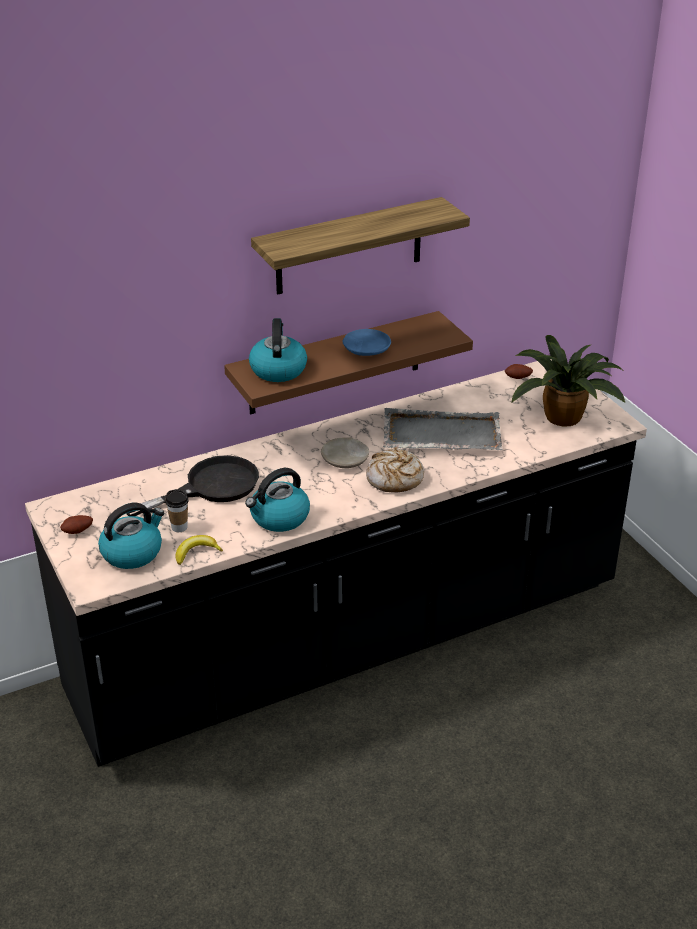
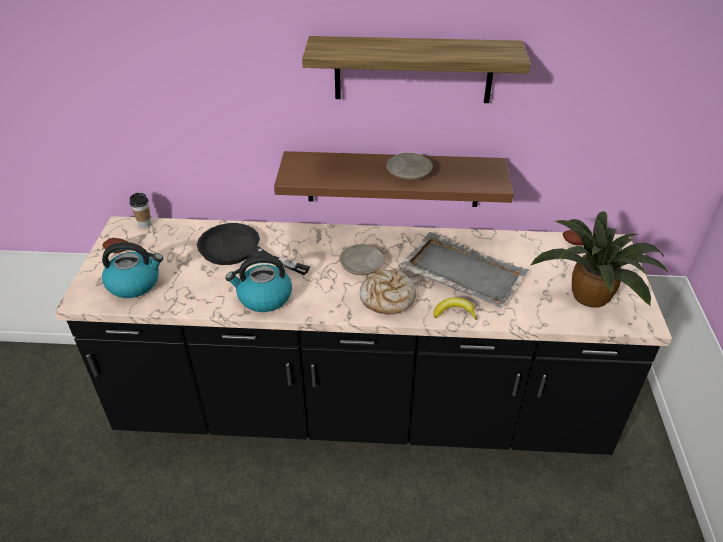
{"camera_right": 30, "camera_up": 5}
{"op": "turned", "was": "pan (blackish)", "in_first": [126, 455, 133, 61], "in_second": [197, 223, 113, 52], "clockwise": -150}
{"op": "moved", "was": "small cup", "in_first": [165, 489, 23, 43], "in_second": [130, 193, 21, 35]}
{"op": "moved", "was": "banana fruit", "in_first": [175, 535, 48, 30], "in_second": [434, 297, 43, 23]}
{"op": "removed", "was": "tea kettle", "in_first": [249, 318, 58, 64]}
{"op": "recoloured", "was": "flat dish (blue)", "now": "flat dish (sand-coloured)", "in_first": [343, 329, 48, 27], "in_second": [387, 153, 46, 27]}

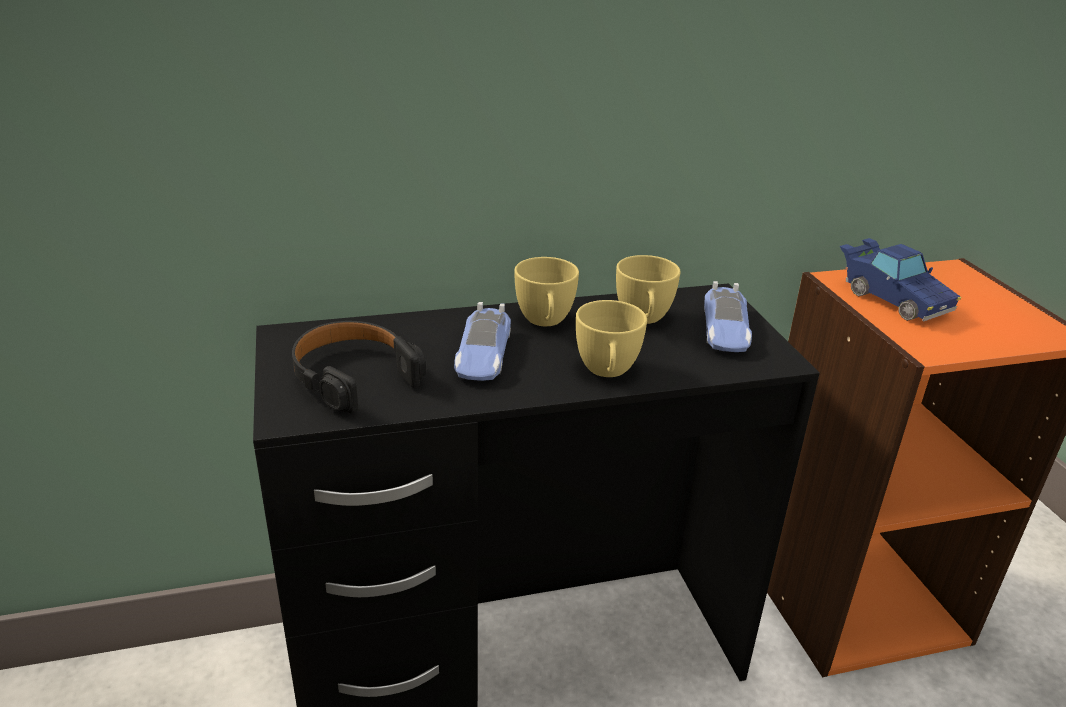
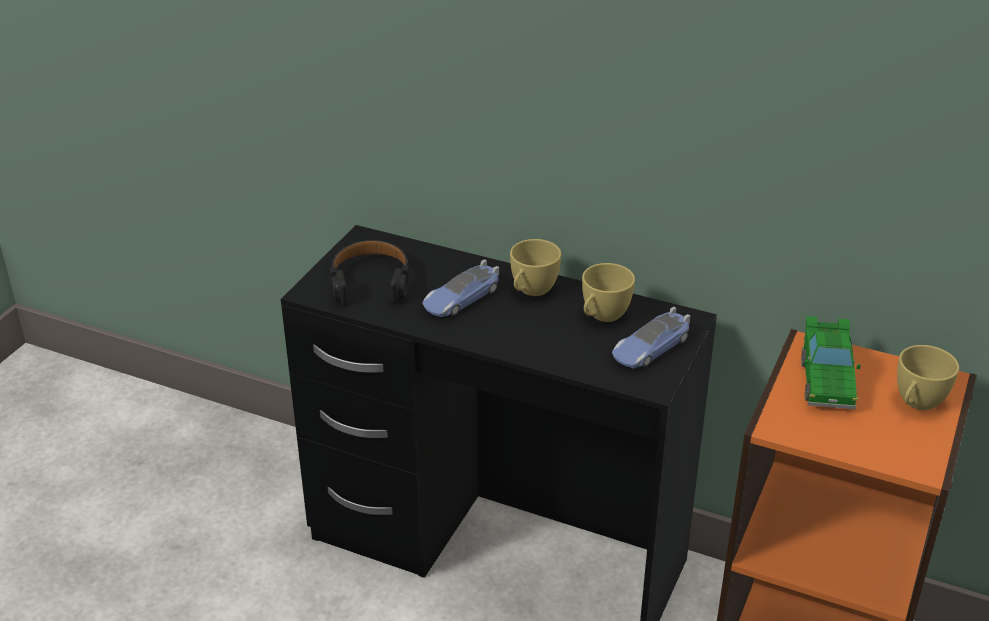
{"camera_right": 40, "camera_up": 5}
{"op": "moved", "was": "small cup (yellowish)", "in_first": [576, 300, 71, 77], "in_second": [897, 345, 62, 65]}
{"op": "recoloured", "was": "toy car (blue)", "now": "toy car (green-coloured)", "in_first": [840, 238, 122, 84], "in_second": [801, 316, 60, 93]}

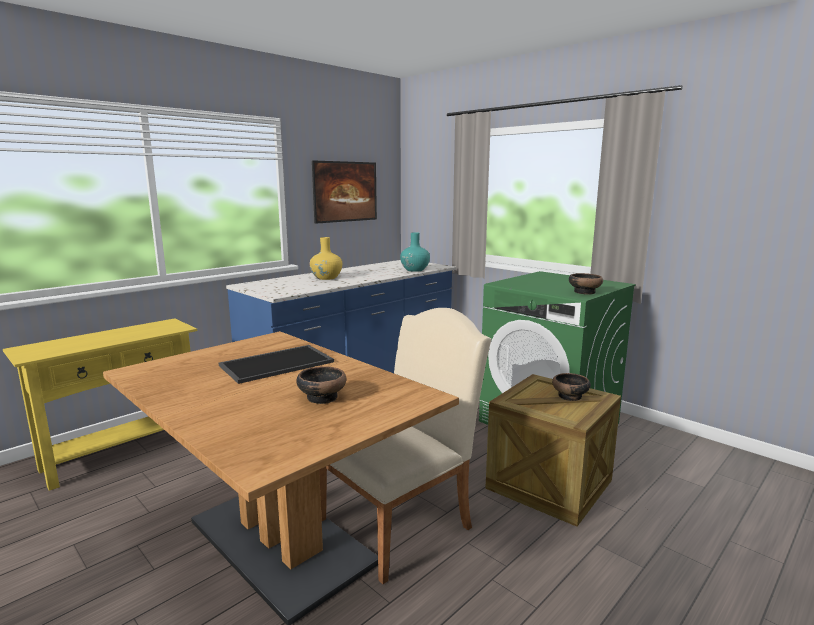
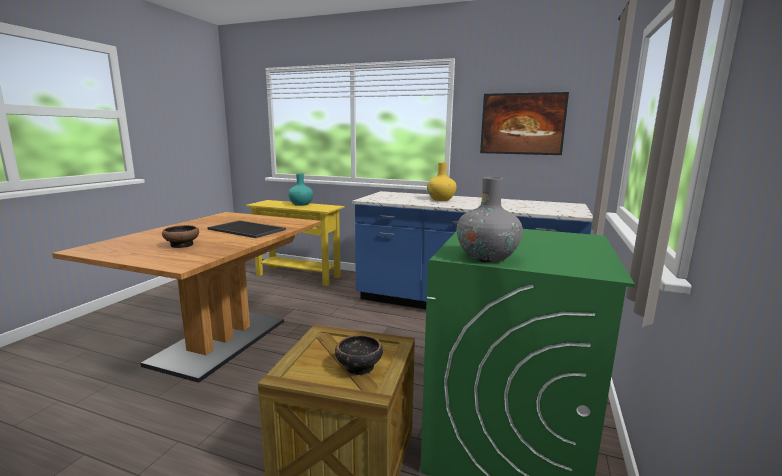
{"camera_right": 65, "camera_up": 0}
{"op": "removed", "was": "upright chair (sand-coloured)", "in_first": [319, 308, 172, 276]}
{"op": "moved", "was": "flower vase (turquoise-coloured)", "in_first": [400, 232, 30, 40], "in_second": [288, 174, 25, 32]}
{"op": "replaced", "was": "bowl", "now": "flower vase (greyish)", "in_first": [569, 273, 34, 22], "in_second": [457, 177, 66, 85]}

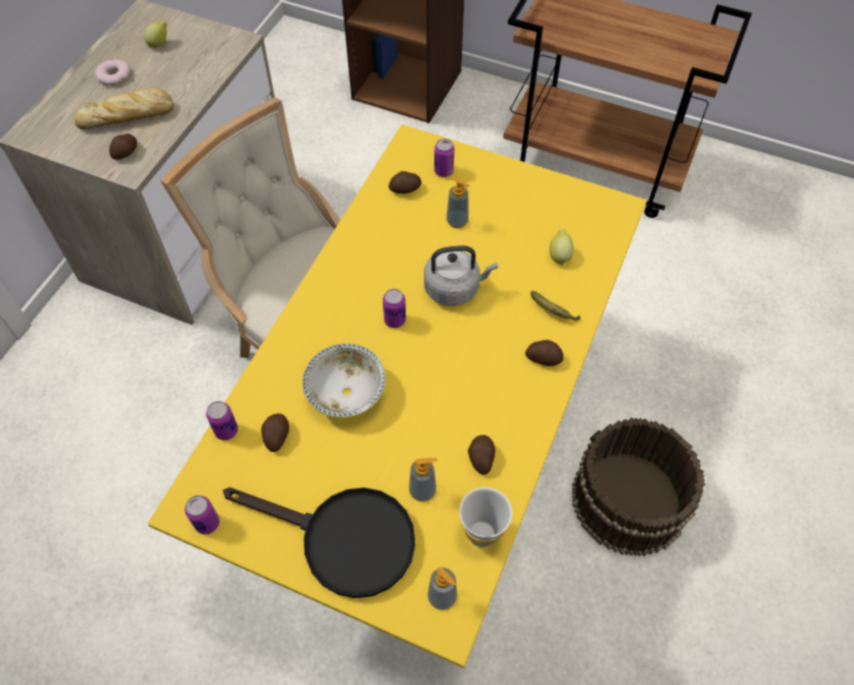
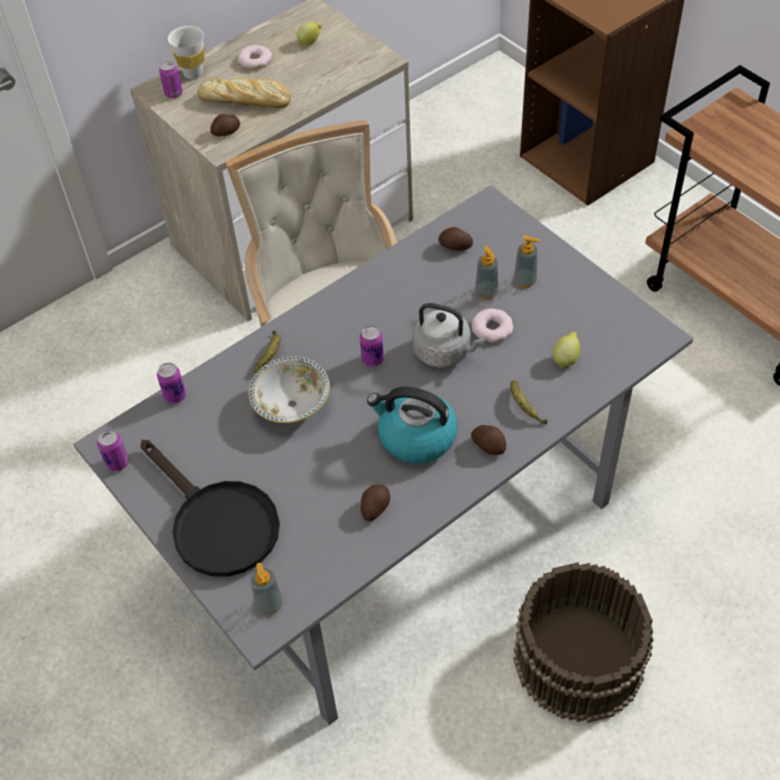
{"camera_right": 30, "camera_up": -5}
{"op": "recoloured", "was": "dinner table (yellowish)", "now": "dinner table (greyish)", "in_first": [148, 124, 499, 544], "in_second": [73, 185, 620, 540]}
{"op": "removed", "was": "spud", "in_first": [261, 414, 28, 38]}
{"op": "moved", "was": "soap dispenser", "in_first": [409, 458, 28, 44], "in_second": [514, 235, 27, 53]}
{"op": "moved", "was": "sealed can", "in_first": [434, 139, 20, 38], "in_second": [159, 61, 24, 37]}
{"op": "moved", "was": "small cup (white)", "in_first": [459, 487, 53, 60], "in_second": [168, 26, 37, 53]}
{"op": "added", "now": "banana fruit", "in_second": [253, 331, 28, 42]}
{"op": "added", "now": "tea kettle", "in_second": [367, 386, 91, 78]}
{"op": "added", "now": "ring doughnut", "in_second": [472, 309, 41, 34]}

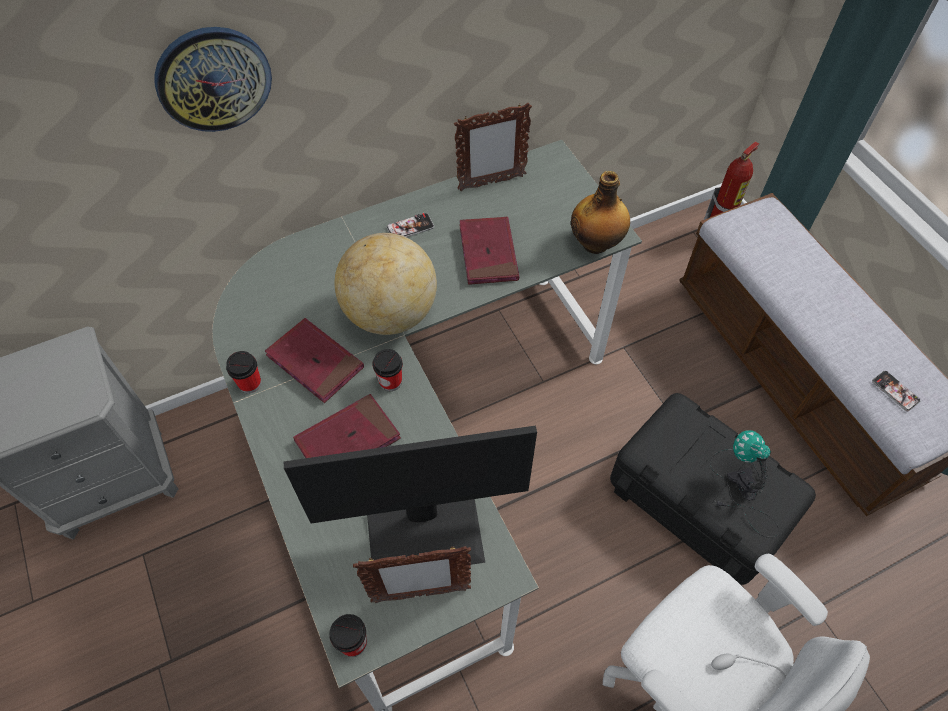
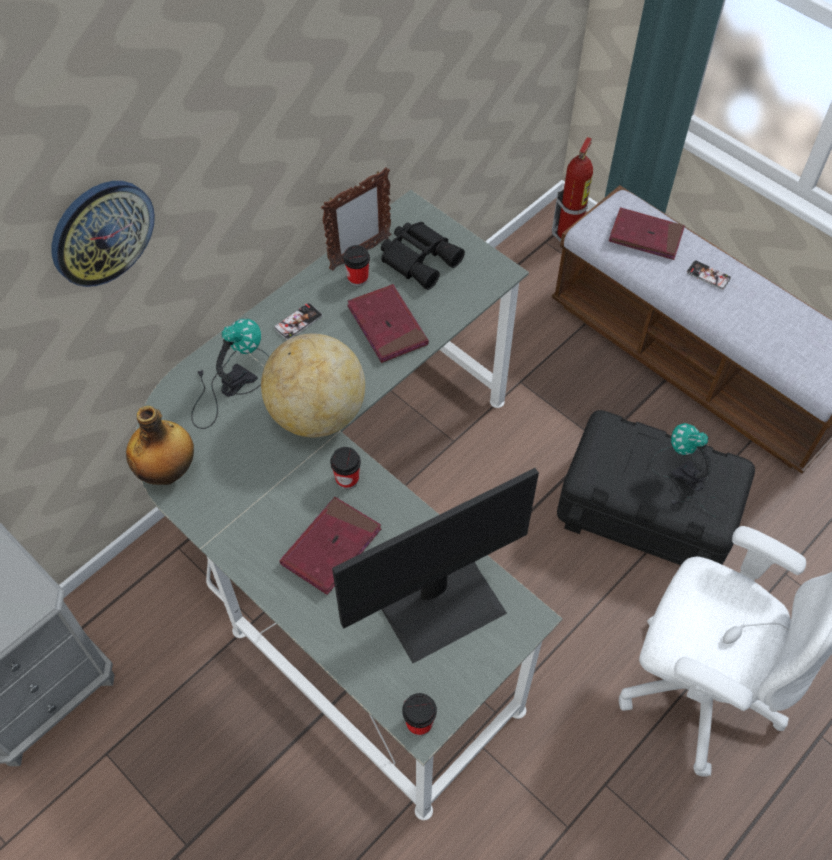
{"camera_right": -20, "camera_up": 0}
{"op": "moved", "was": "small cup", "in_first": [226, 351, 35, 42], "in_second": [343, 245, 27, 41]}
{"op": "moved", "was": "volume (reddish)", "in_first": [265, 318, 99, 85], "in_second": [609, 207, 76, 53]}
{"op": "removed", "was": "picture frame", "in_first": [353, 546, 118, 57]}
{"op": "moved", "was": "drink bottle", "in_first": [571, 171, 59, 83], "in_second": [126, 406, 68, 79]}
{"op": "moved", "was": "handset", "in_first": [872, 371, 48, 40], "in_second": [687, 260, 44, 30]}
{"op": "added", "now": "table lamp", "in_second": [191, 319, 79, 110]}
{"op": "added", "now": "pair of binoculars (blackish)", "in_second": [381, 222, 84, 68]}

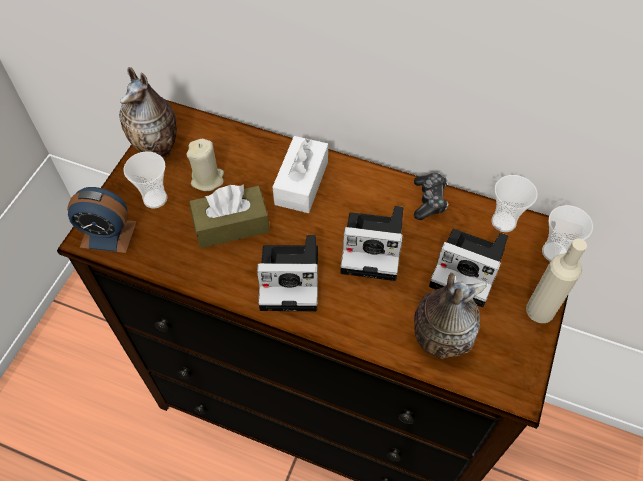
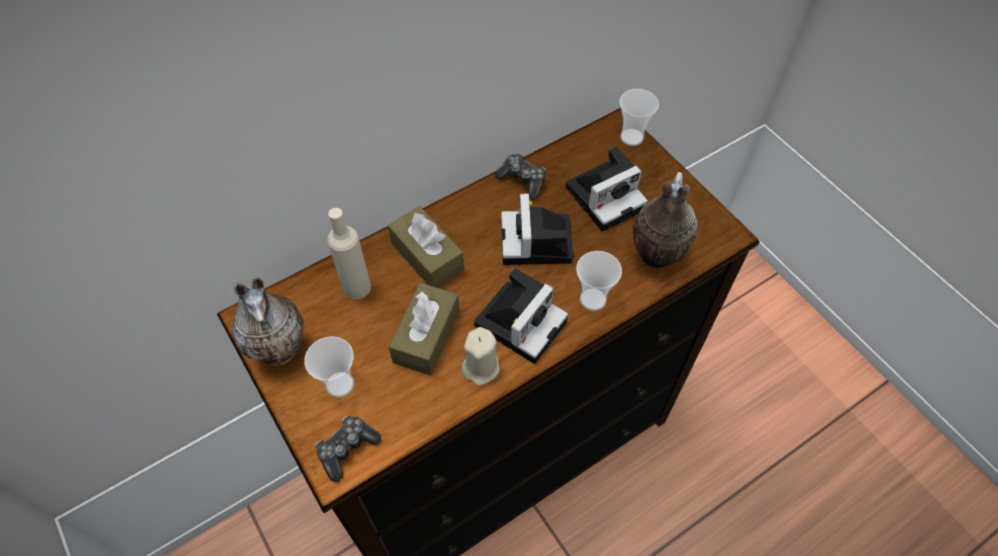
{"camera_right": -55, "camera_up": 0}
{"op": "replaced", "was": "table clock", "now": "game controller", "in_first": [67, 187, 70, 66], "in_second": [315, 416, 66, 66]}
{"op": "moved", "was": "wax candle (sand-coloured)", "in_first": [186, 139, 38, 52], "in_second": [461, 327, 39, 59]}
{"op": "recoloured", "was": "tissue box (white)", "now": "tissue box (brown-coloured)", "in_first": [273, 136, 55, 77], "in_second": [388, 206, 76, 82]}
{"op": "turned", "was": "photo camera", "in_first": [340, 206, 63, 75], "in_second": [501, 193, 73, 72], "clockwise": 135}
{"op": "moved", "was": "small cup", "in_first": [491, 175, 47, 57], "in_second": [576, 251, 46, 60]}
{"op": "moved", "was": "drink bottle (sand-coloured)", "in_first": [526, 238, 61, 85], "in_second": [327, 208, 44, 91]}

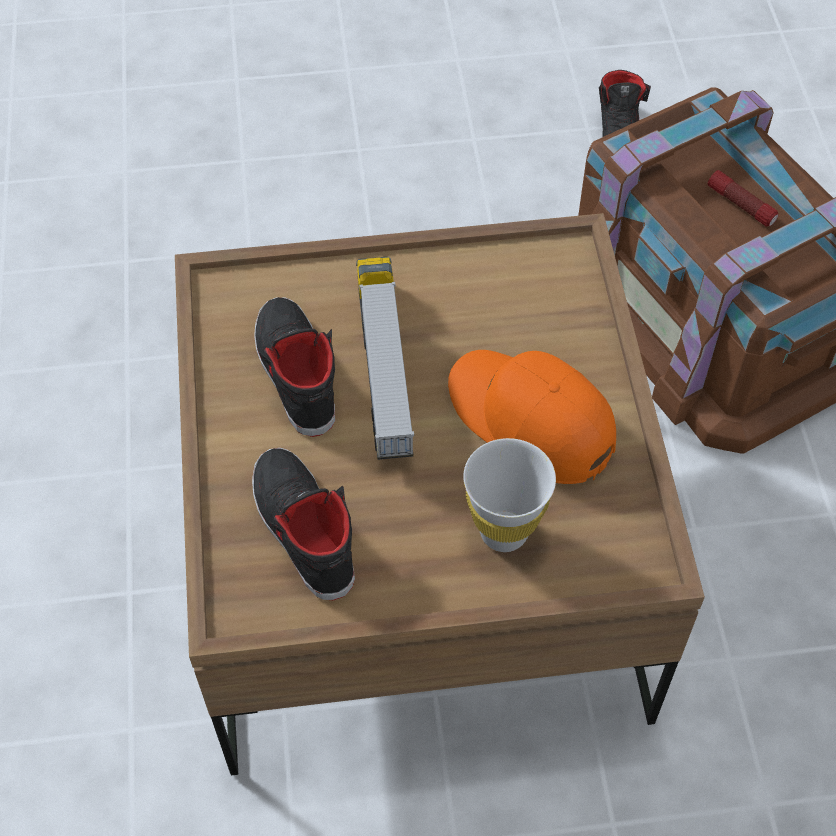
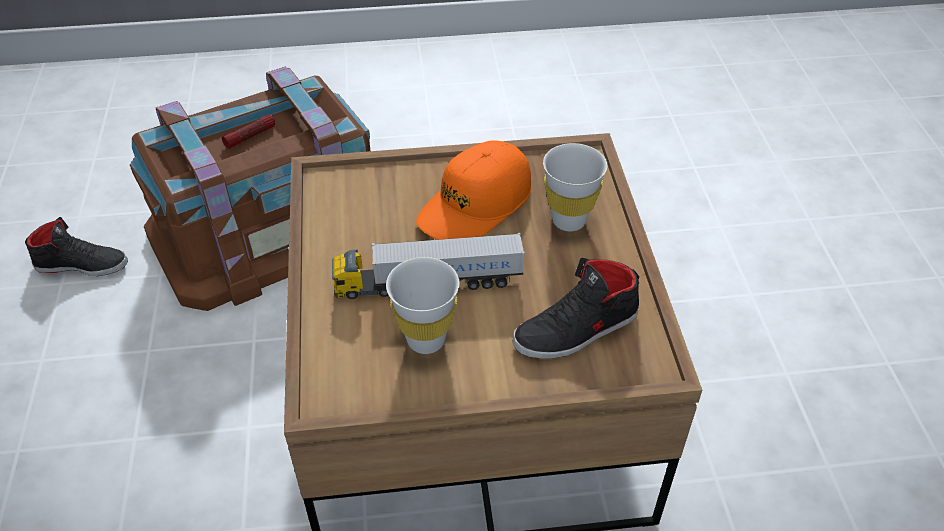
{"camera_right": -90, "camera_up": -10}
{"op": "replaced", "was": "item of footwear (blackish)", "now": "small cup (white)", "in_first": [254, 297, 81, 140], "in_second": [386, 257, 73, 97]}

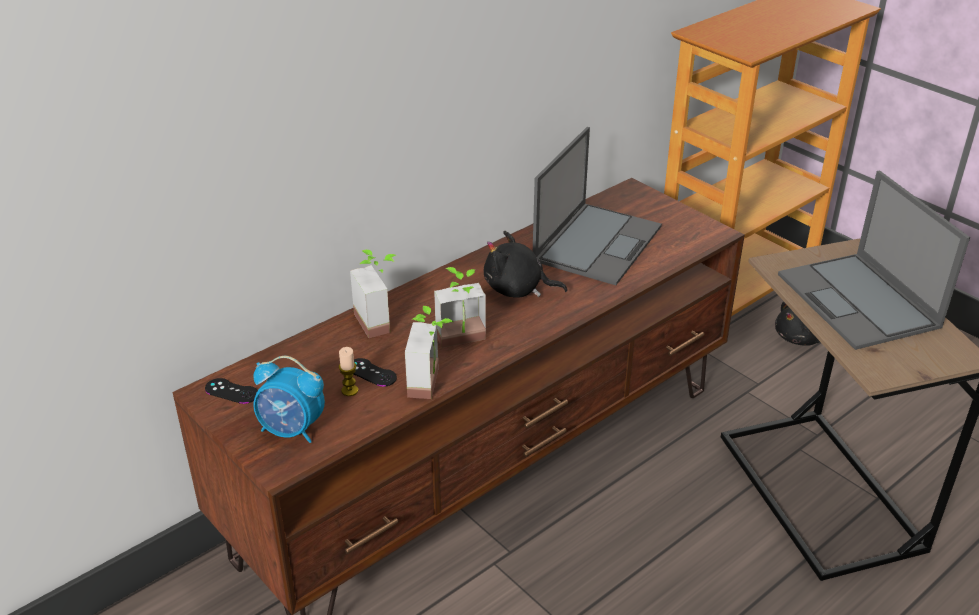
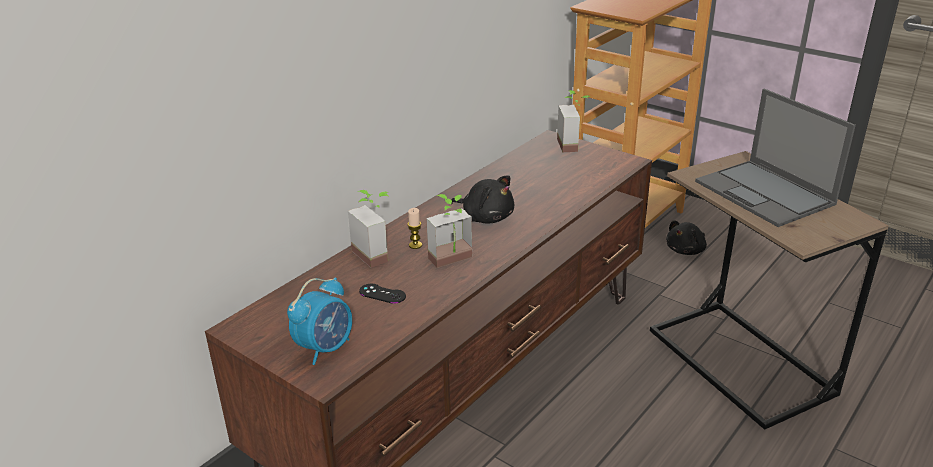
{"camera_right": -10, "camera_up": -5}
{"op": "removed", "was": "game controller (blackish)", "in_first": [205, 378, 53, 26]}
{"op": "turned", "was": "table clock", "in_first": [253, 356, 72, 87], "in_second": [287, 278, 65, 87], "clockwise": -60}
{"op": "moved", "was": "wax candle", "in_first": [339, 347, 19, 49], "in_second": [408, 208, 14, 41]}
{"op": "moved", "was": "houseplant", "in_first": [405, 306, 48, 93], "in_second": [557, 90, 34, 62]}
{"op": "turned", "was": "cuddly toy (blackish)", "in_first": [484, 231, 83, 67], "in_second": [451, 175, 63, 49], "clockwise": -150}
{"op": "removed", "was": "laptop", "in_first": [533, 127, 129, 158]}

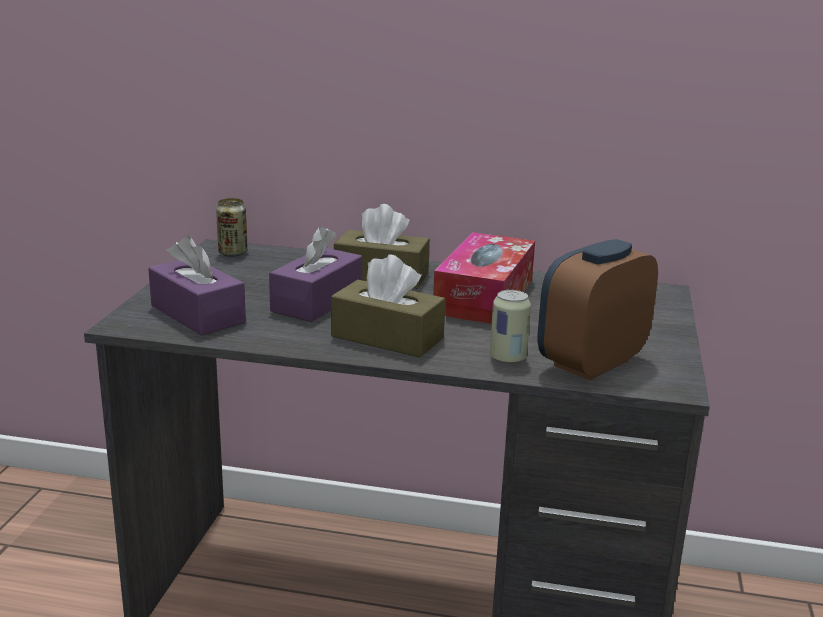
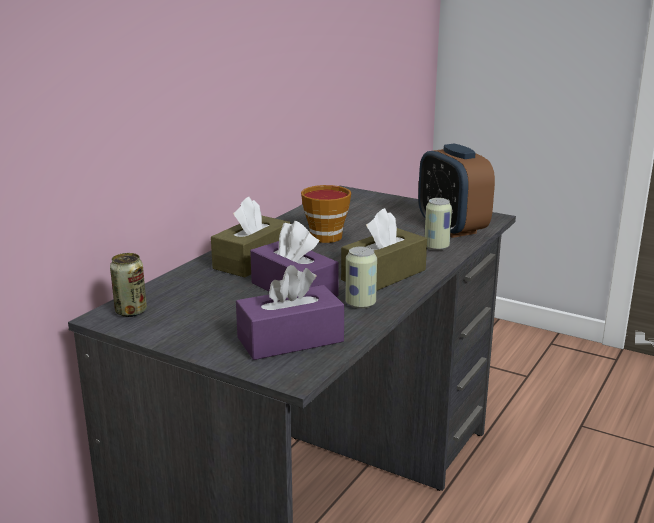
{"camera_right": -70, "camera_up": 0}
{"op": "replaced", "was": "tissue box", "now": "small cup", "in_first": [433, 232, 102, 92], "in_second": [301, 185, 50, 58]}
{"op": "added", "now": "sealed can", "in_second": [346, 246, 31, 63]}

